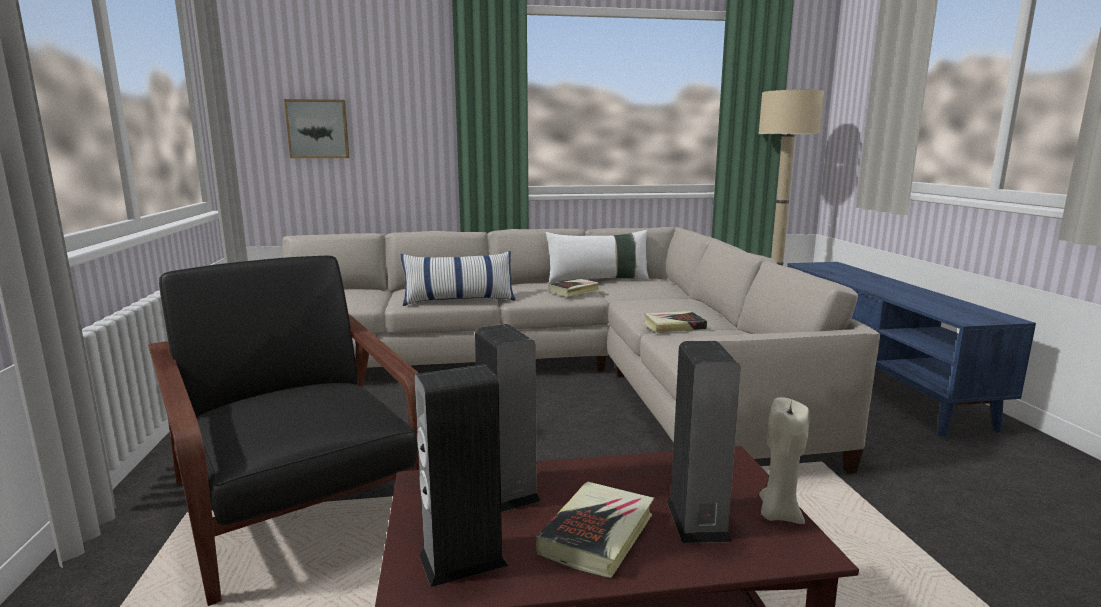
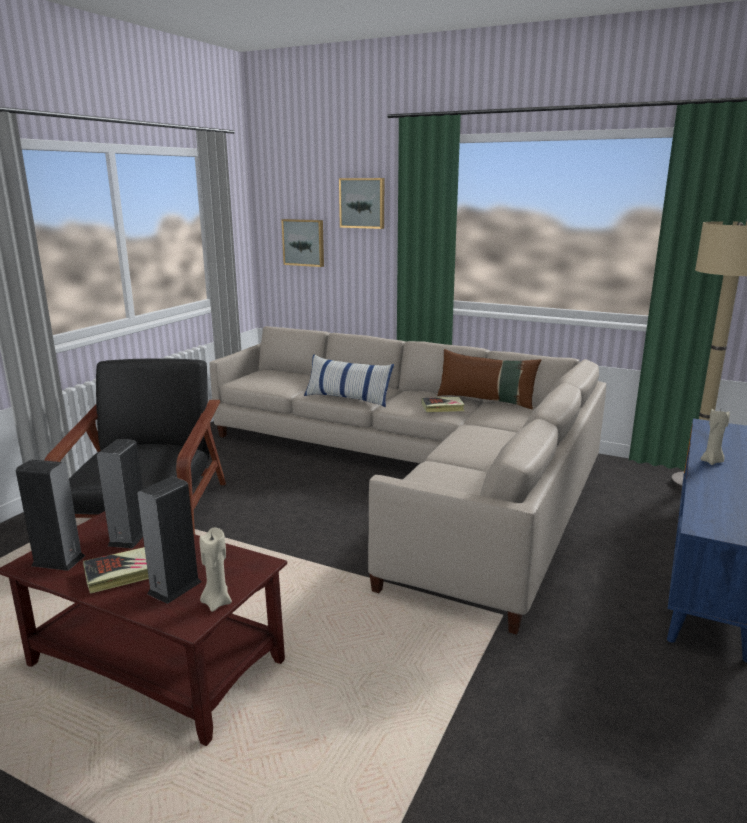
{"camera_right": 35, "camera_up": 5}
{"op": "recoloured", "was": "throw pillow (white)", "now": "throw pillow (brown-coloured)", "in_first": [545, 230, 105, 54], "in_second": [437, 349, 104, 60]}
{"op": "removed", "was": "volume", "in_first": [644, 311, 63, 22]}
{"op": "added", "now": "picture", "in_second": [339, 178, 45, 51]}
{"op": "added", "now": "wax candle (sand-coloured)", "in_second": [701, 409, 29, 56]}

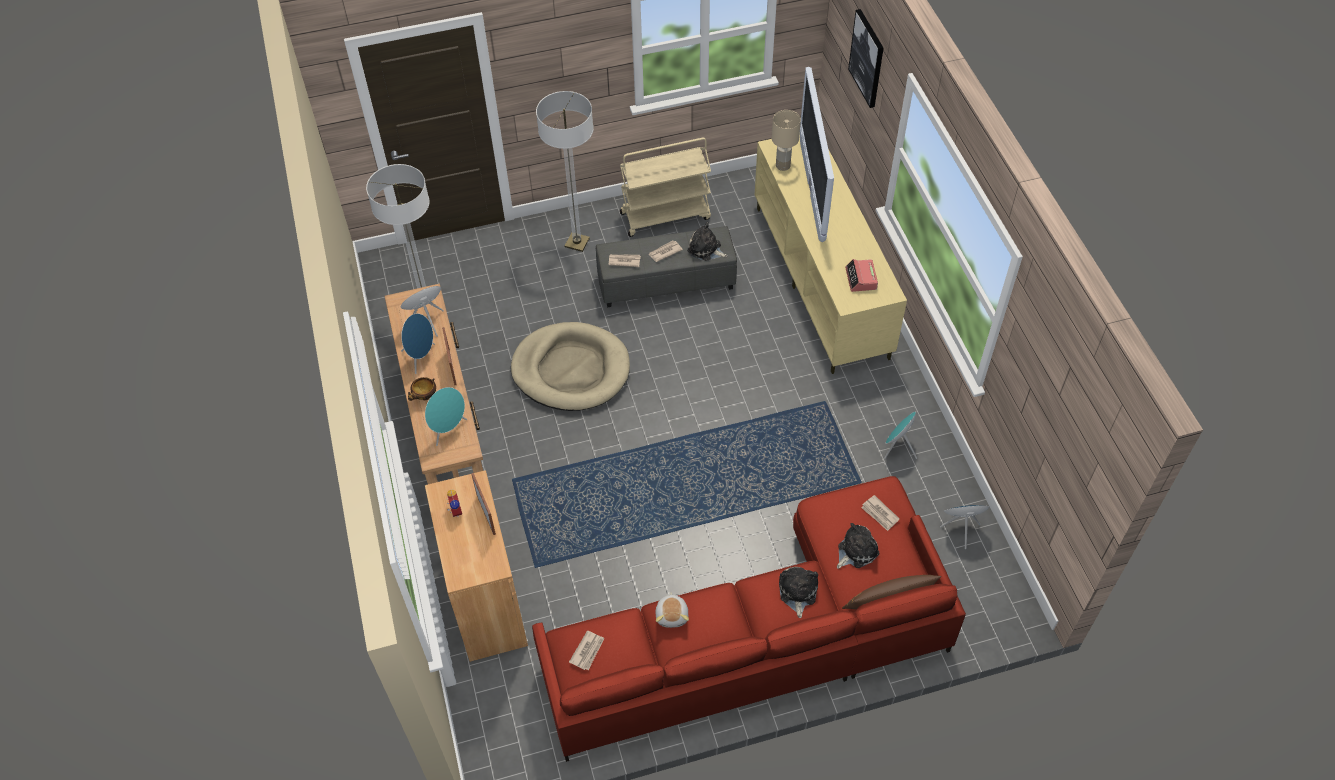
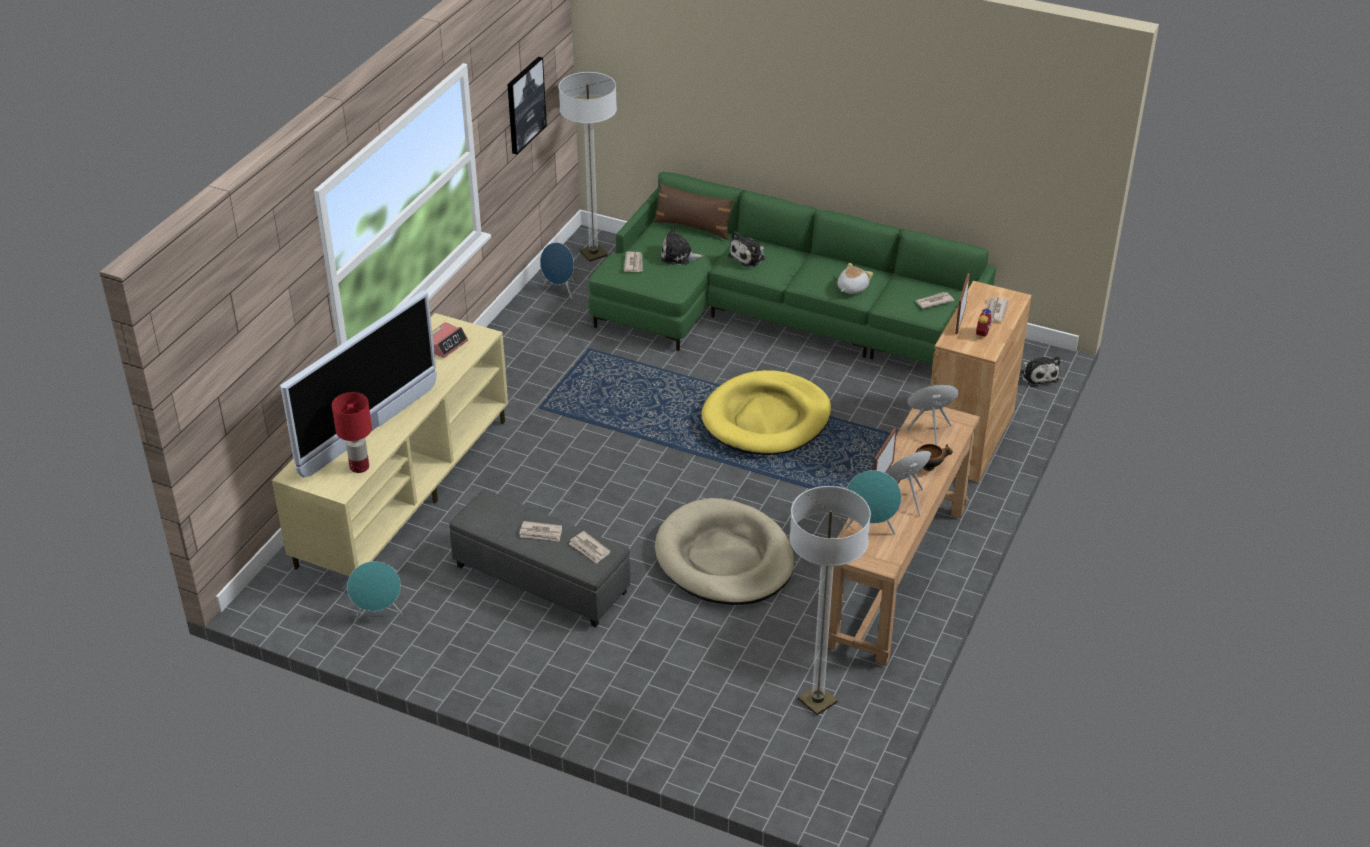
{"camera_right": -140, "camera_up": -15}
{"op": "recoloured", "was": "sofa (reddish)", "now": "sofa (green-coloured)", "in_first": [532, 476, 434, 286], "in_second": [588, 172, 408, 193]}
{"op": "moved", "was": "standard lamp", "in_first": [536, 91, 58, 161], "in_second": [559, 72, 58, 190]}
{"op": "removed", "was": "wheeled cart (sand-coloured)", "in_first": [620, 138, 91, 99]}
{"op": "moved", "was": "cuddly toy", "in_first": [687, 222, 41, 39], "in_second": [1020, 356, 40, 31]}
{"op": "recoloured", "was": "table lamp (sand-coloured)", "now": "table lamp (reddish)", "in_first": [772, 110, 29, 61], "in_second": [332, 392, 40, 81]}
{"op": "moved", "was": "picture", "in_first": [848, 9, 35, 99], "in_second": [507, 57, 40, 98]}
{"op": "moved", "was": "speaker (turquoise-coloured)", "in_first": [884, 412, 33, 47], "in_second": [347, 561, 56, 61]}
{"op": "added", "now": "dog bed (yellowish)", "in_second": [701, 370, 130, 85]}
{"op": "added", "now": "printed paper", "in_second": [986, 297, 23, 25]}

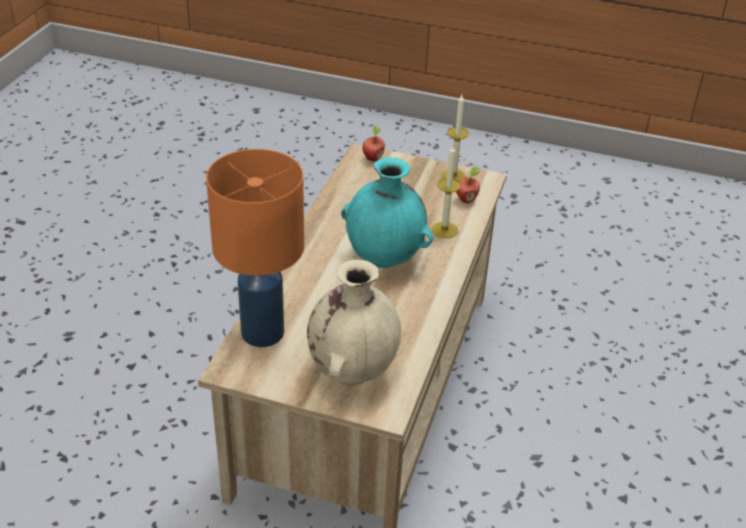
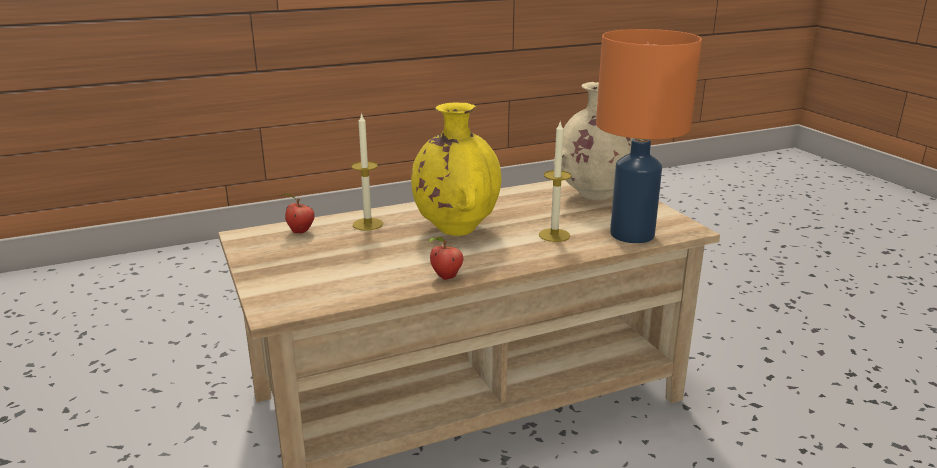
{"camera_right": -130, "camera_up": -15}
{"op": "recoloured", "was": "flower vase (turquoise-coloured)", "now": "flower vase (yellowish)", "in_first": [341, 157, 92, 111], "in_second": [411, 103, 90, 133]}
{"op": "moved", "was": "apple fruit", "in_first": [362, 125, 23, 36], "in_second": [429, 237, 34, 43]}
{"op": "moved", "was": "wax candle", "in_first": [441, 95, 28, 86], "in_second": [539, 122, 32, 120]}

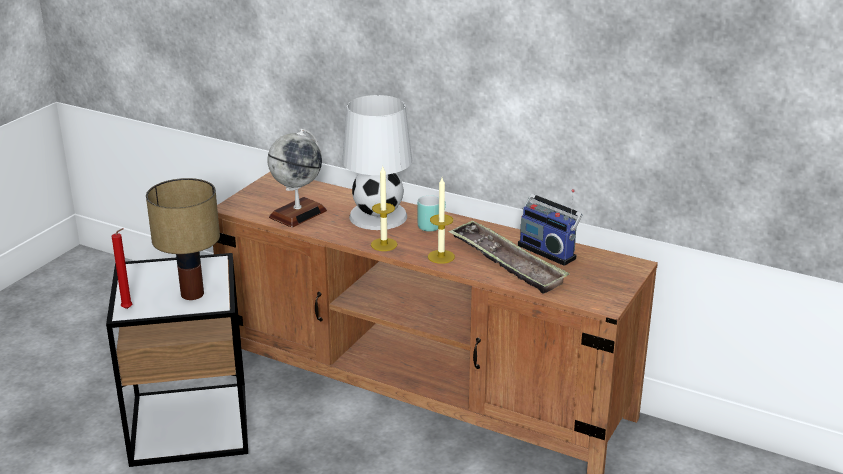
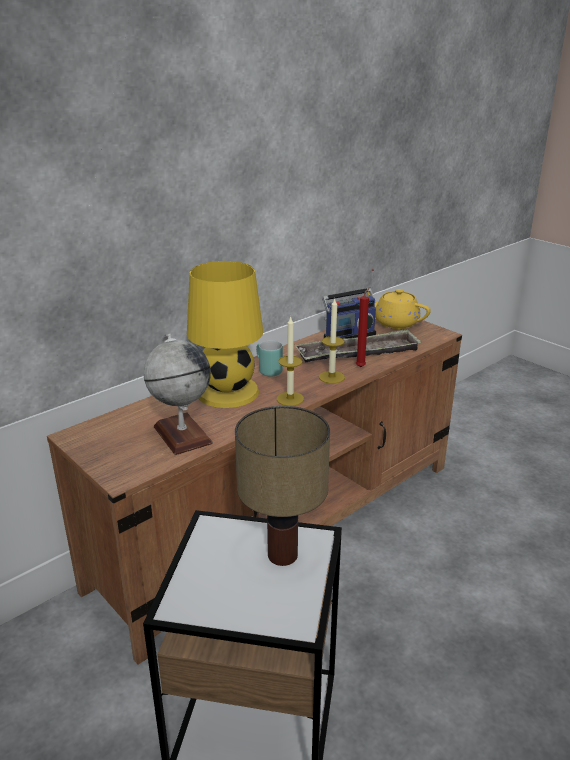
{"camera_right": -70, "camera_up": 0}
{"op": "moved", "was": "wax candle (reddish)", "in_first": [112, 228, 20, 81], "in_second": [356, 287, 14, 80]}
{"op": "recoloured", "was": "table lamp (white)", "now": "table lamp (yellowish)", "in_first": [342, 95, 70, 135], "in_second": [187, 261, 76, 147]}
{"op": "added", "now": "tea pot (yellowish)", "in_second": [367, 289, 64, 40]}

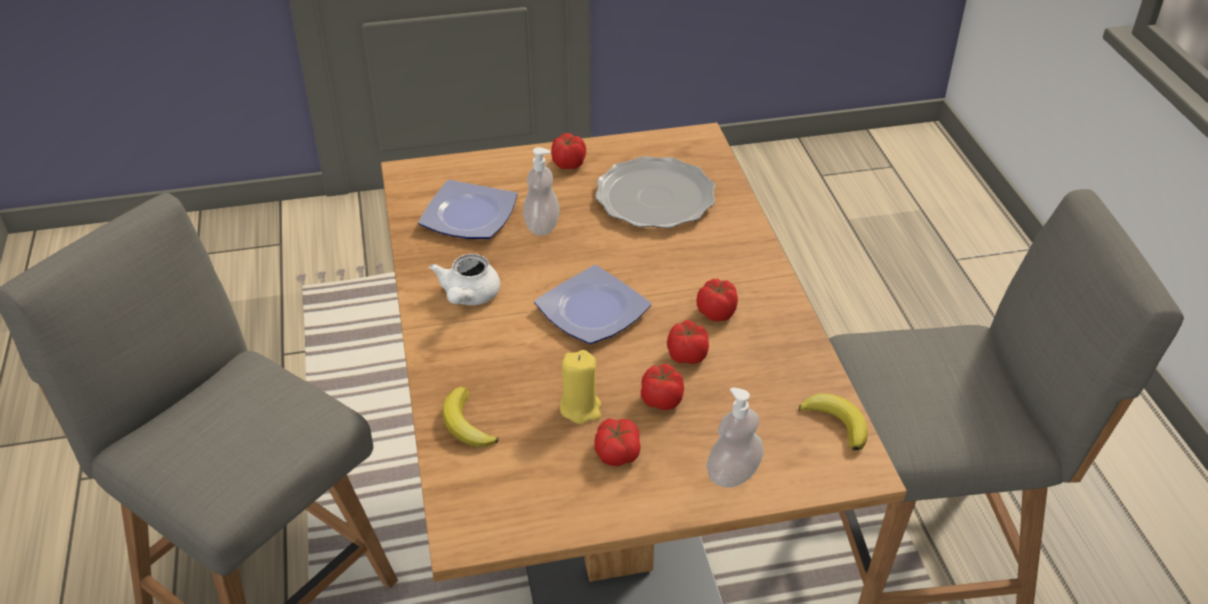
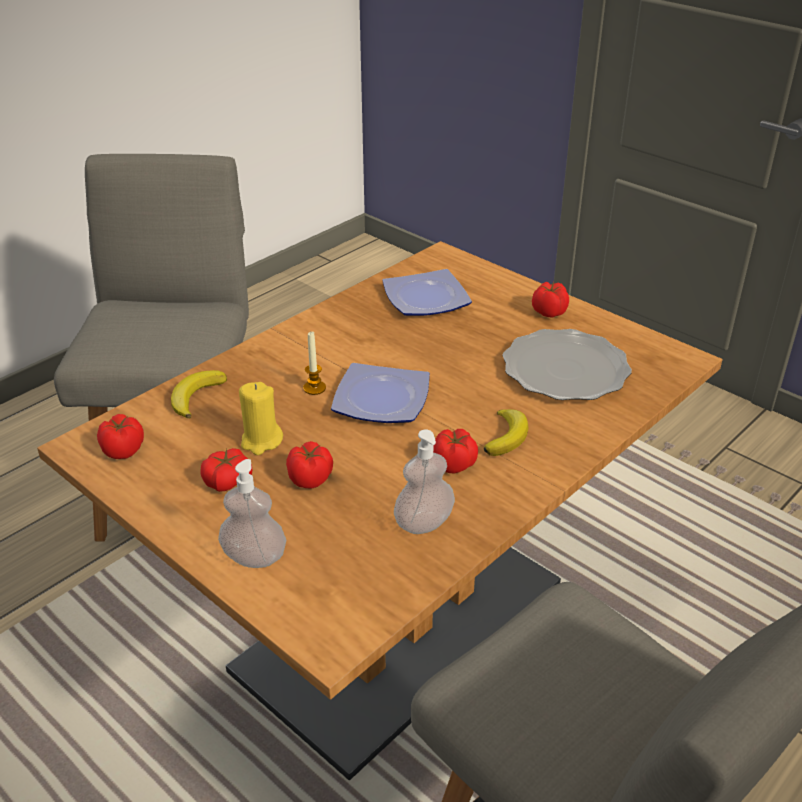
{"camera_right": 55, "camera_up": -5}
{"op": "removed", "was": "tea pot (white)", "in_first": [429, 254, 71, 51]}
{"op": "moved", "was": "soap dispenser", "in_first": [523, 147, 37, 89], "in_second": [394, 430, 61, 104]}
{"op": "moved", "was": "tomato", "in_first": [667, 320, 42, 44], "in_second": [97, 414, 47, 45]}
{"op": "moved", "was": "banana fruit", "in_first": [798, 394, 70, 56], "in_second": [484, 409, 44, 47]}
{"op": "added", "now": "wax candle", "in_second": [303, 332, 23, 63]}

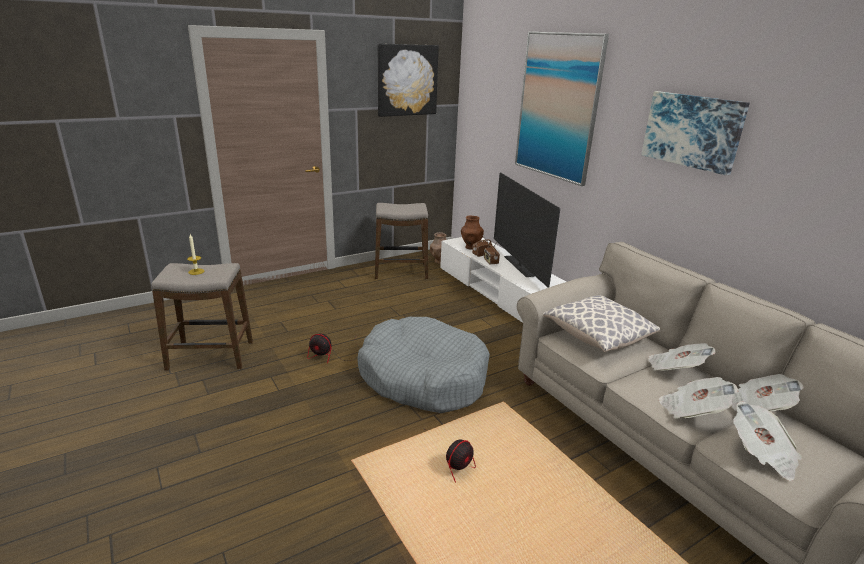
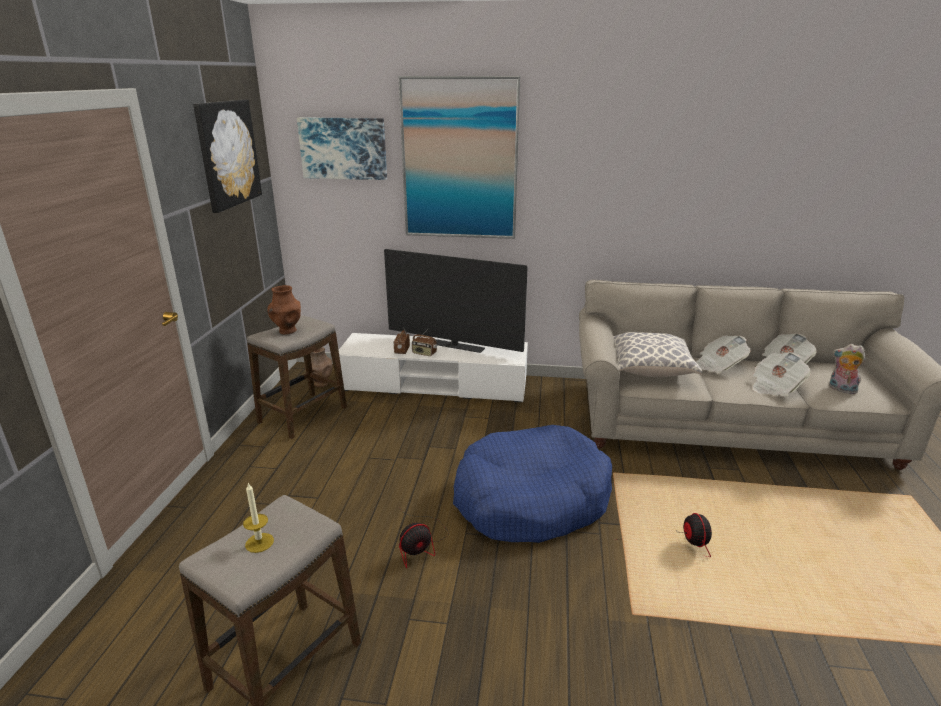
{"camera_right": -50, "camera_up": 0}
{"op": "recoloured", "was": "dog bed (greyish)", "now": "dog bed (blue)", "in_first": [357, 317, 133, 96], "in_second": [453, 425, 159, 118]}
{"op": "moved", "was": "flower vase (brown-coloured)", "in_first": [461, 216, 23, 34], "in_second": [267, 285, 34, 49]}
{"op": "moved", "was": "picture", "in_first": [641, 91, 109, 85], "in_second": [297, 117, 90, 63]}
{"op": "replaced", "was": "printed paper", "now": "cuddly toy", "in_first": [733, 401, 69, 81], "in_second": [829, 344, 37, 50]}

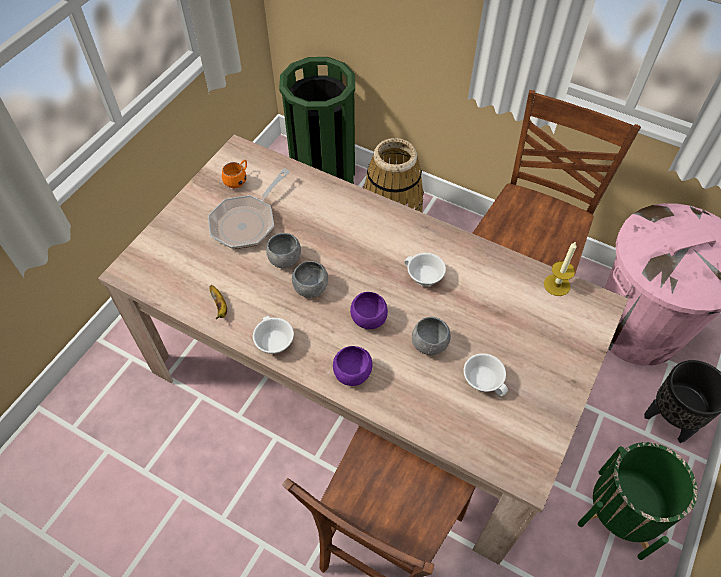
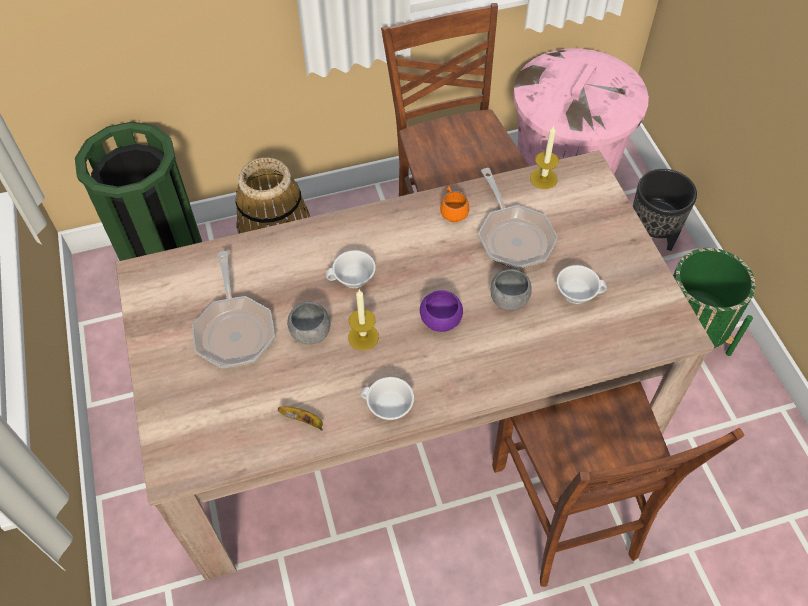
{"camera_right": -45, "camera_up": 0}
{"op": "moved", "was": "tea mug (orange-coloured)", "in_first": [222, 160, 25, 28], "in_second": [440, 186, 29, 36]}
{"op": "replaced", "was": "bowl (greyish)", "now": "wax candle", "in_first": [292, 261, 36, 37], "in_second": [348, 290, 31, 60]}
{"op": "removed", "was": "bowl (purple)", "in_first": [333, 346, 39, 40]}
{"op": "moved", "was": "small cup (white)", "in_first": [404, 253, 42, 33], "in_second": [326, 250, 50, 38]}
{"op": "added", "now": "pan", "in_second": [478, 168, 80, 101]}

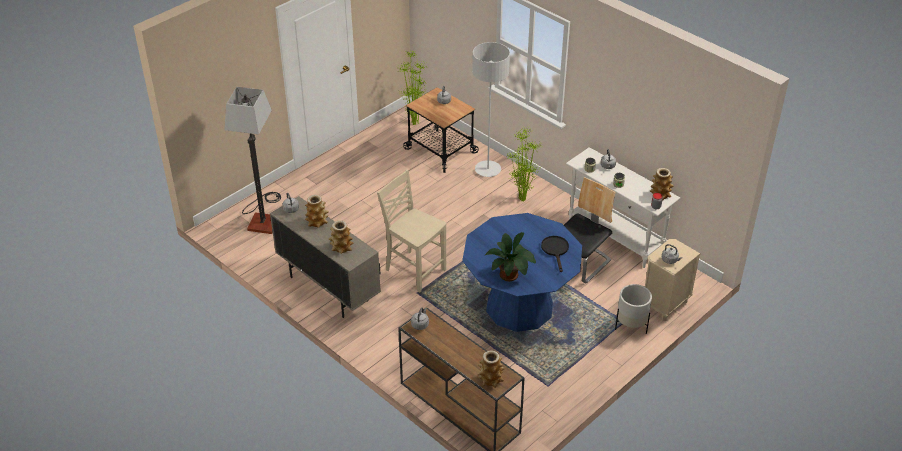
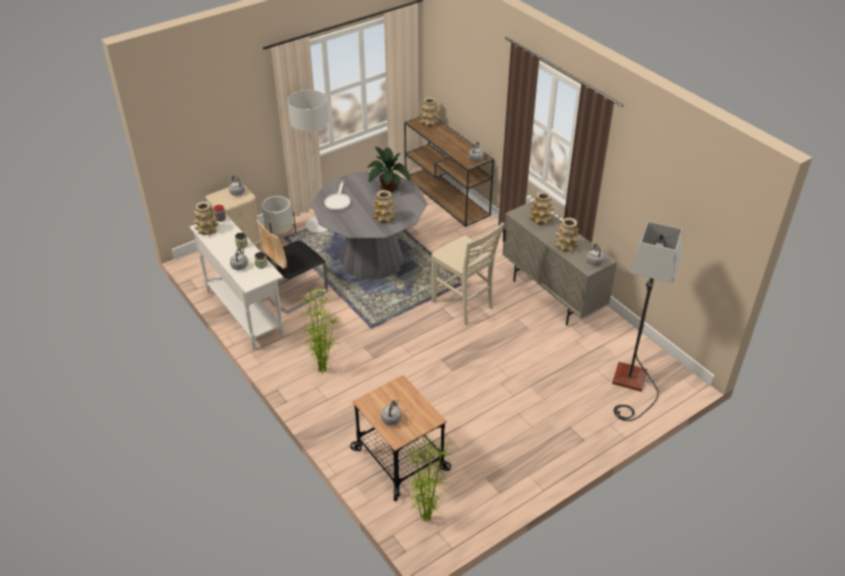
{"camera_right": -170, "camera_up": 0}
{"op": "recoloured", "was": "dinner table (blue)", "now": "dinner table (greyish)", "in_first": [462, 213, 120, 119], "in_second": [311, 172, 116, 108]}
{"op": "moved", "was": "standard lamp (greyish)", "in_first": [472, 42, 38, 135], "in_second": [288, 90, 41, 143]}
{"op": "recoloured", "was": "pan (blackish)", "now": "pan (white)", "in_first": [541, 236, 28, 36], "in_second": [324, 181, 26, 30]}
{"op": "added", "now": "flower vase", "in_second": [373, 190, 23, 33]}

